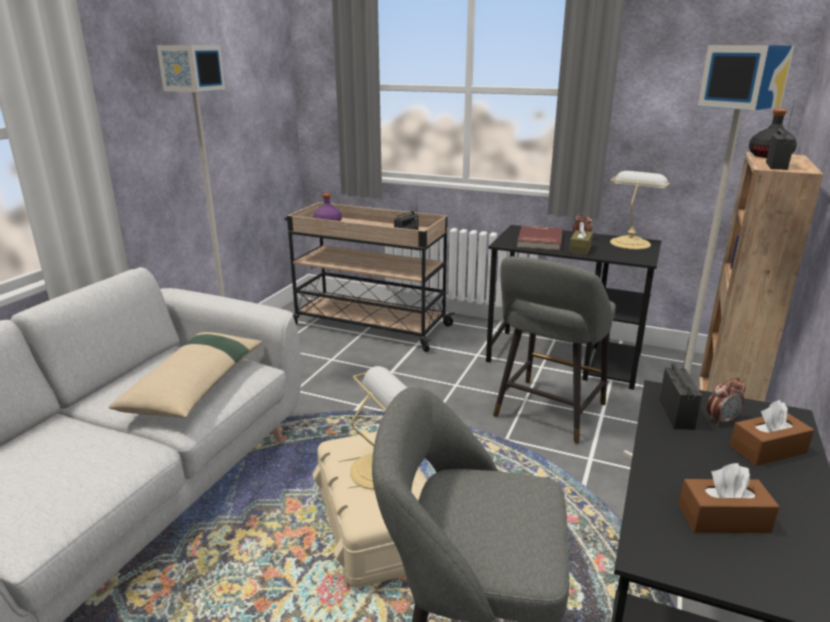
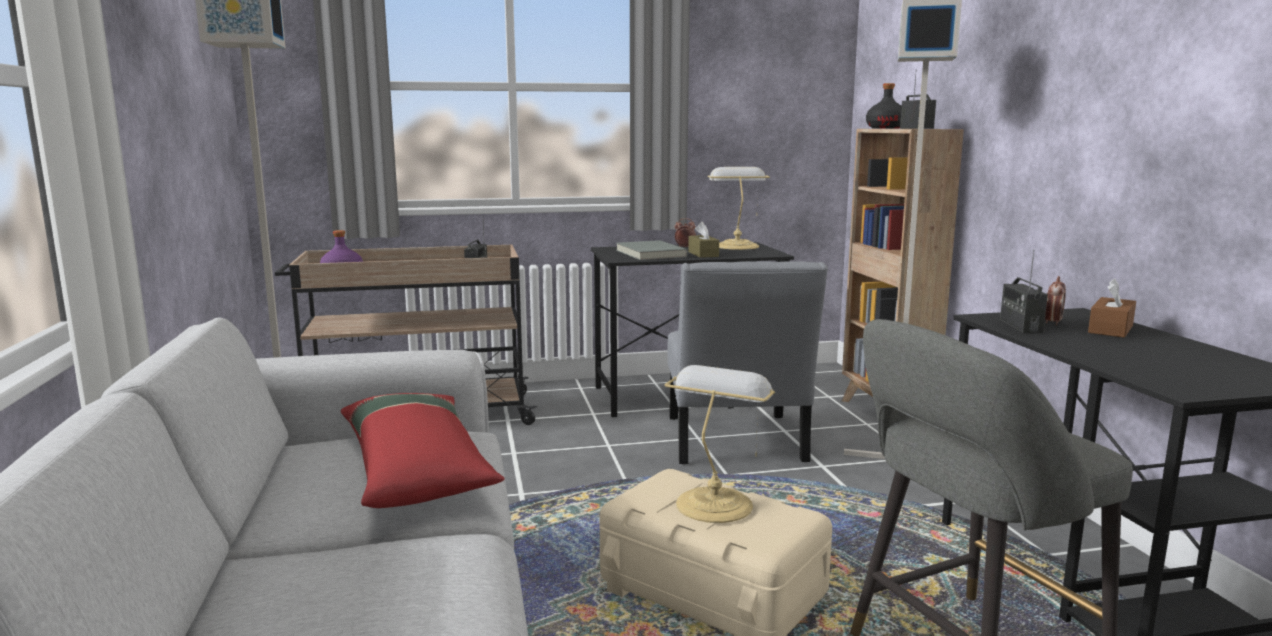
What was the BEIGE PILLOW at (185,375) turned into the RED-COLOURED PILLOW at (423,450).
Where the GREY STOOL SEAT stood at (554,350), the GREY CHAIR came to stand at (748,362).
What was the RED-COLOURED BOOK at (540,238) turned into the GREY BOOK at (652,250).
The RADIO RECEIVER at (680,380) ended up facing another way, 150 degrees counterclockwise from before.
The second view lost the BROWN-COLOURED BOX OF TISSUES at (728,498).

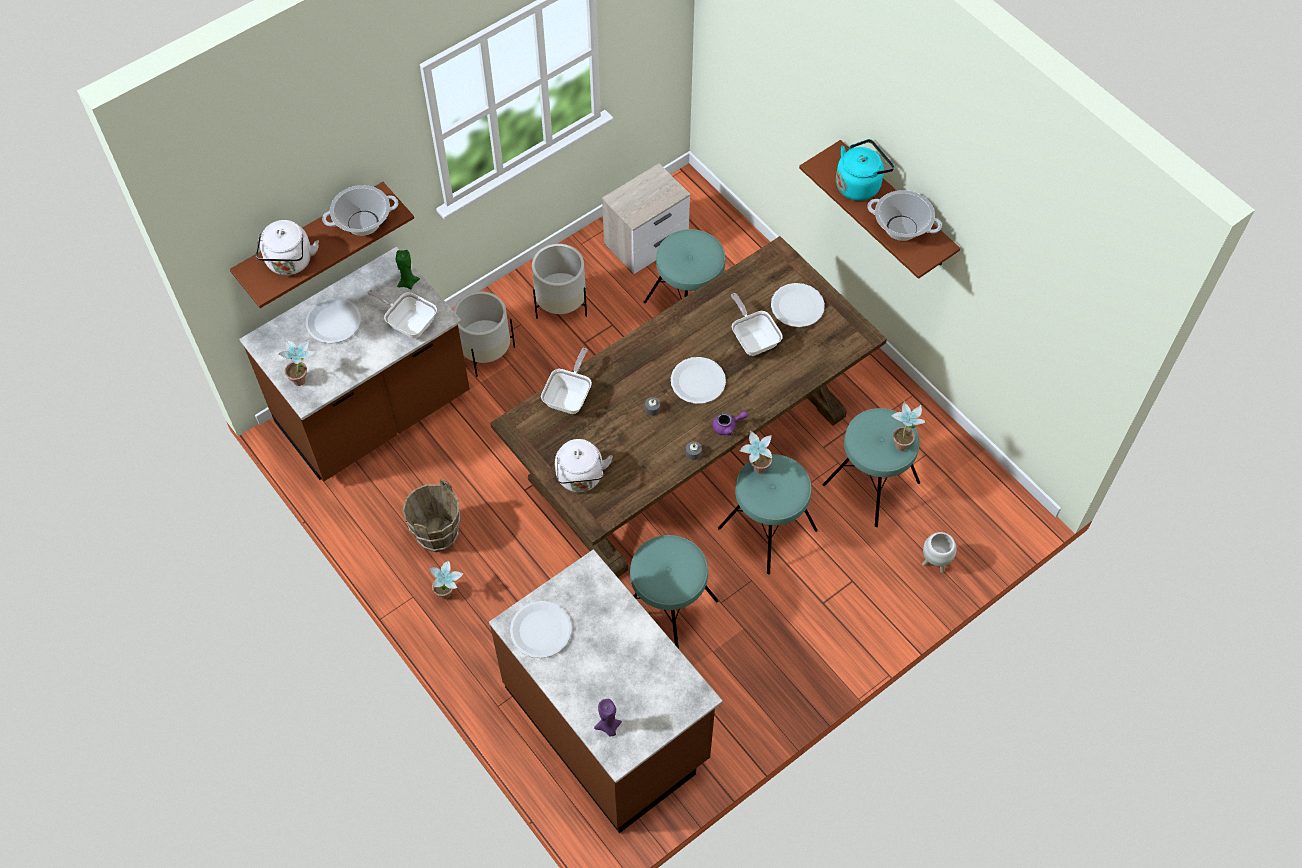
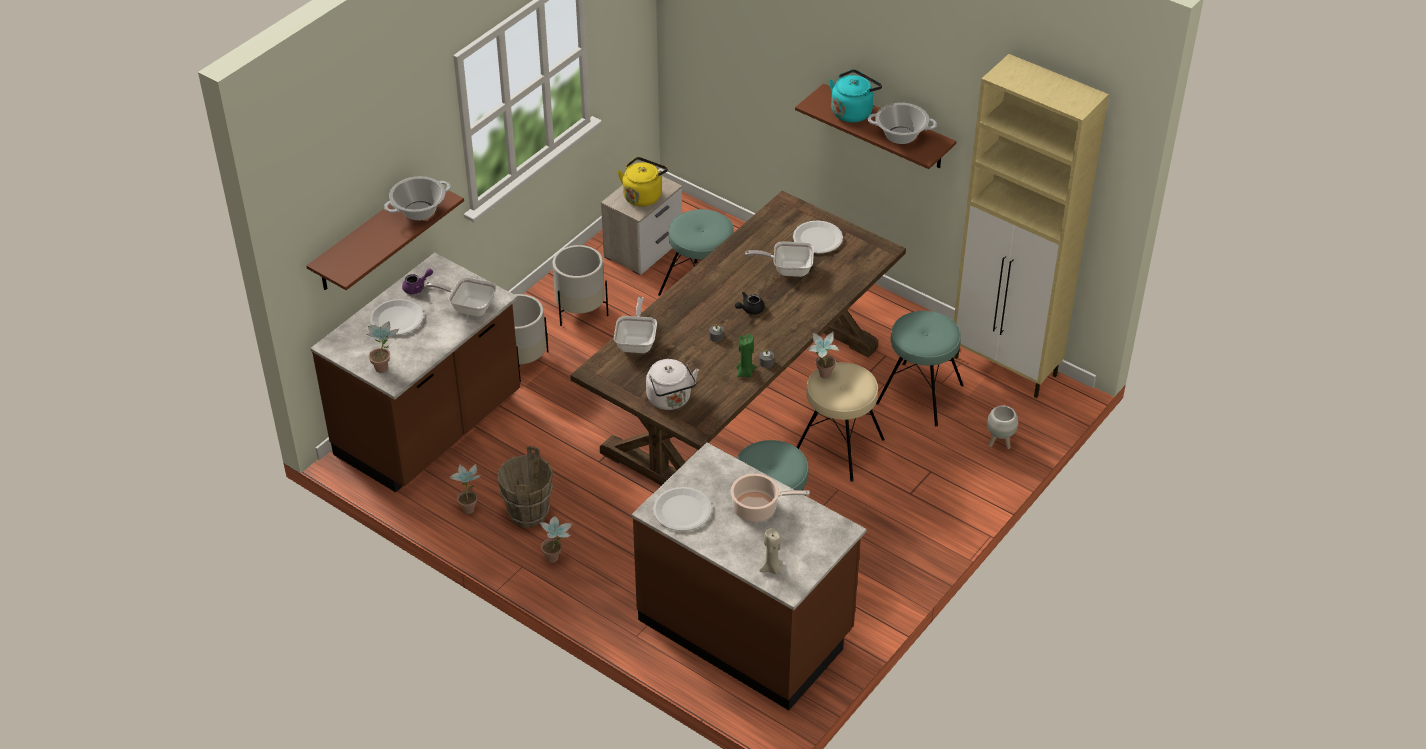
The second view lost the WHITE WATER KETTLE at (287,247).
The GREEN-COLOURED WAX CANDLE ended up elsewhere, having gone from (408,269) to (746,356).
What was the PURPLE-COLOURED WAX CANDLE at (608,718) turned into the BEIGE WAX CANDLE at (771,551).
Where the WHITE FLAT DISH stood at (698,380), the BLACK-COLOURED POT FOR TEA came to stand at (750,303).
The PURPLE-COLOURED POT FOR TEA ended up elsewhere, having gone from (730,423) to (417,281).
What was the TURQUOISE-COLOURED STOOL SEAT at (768,514) turned into the BEIGE STOOL SEAT at (841,422).
The FRYING PAN at (757,324) ended up facing another way, 45 degrees counterclockwise from before.
The PLANT IN A POT ended up elsewhere, having gone from (909,426) to (465,489).
The second view gained the YELLOW WATER KETTLE at (642,182).
The second view gained the COOKING POT at (770,498).
The second view gained the BEIGE CABINET at (1031,226).

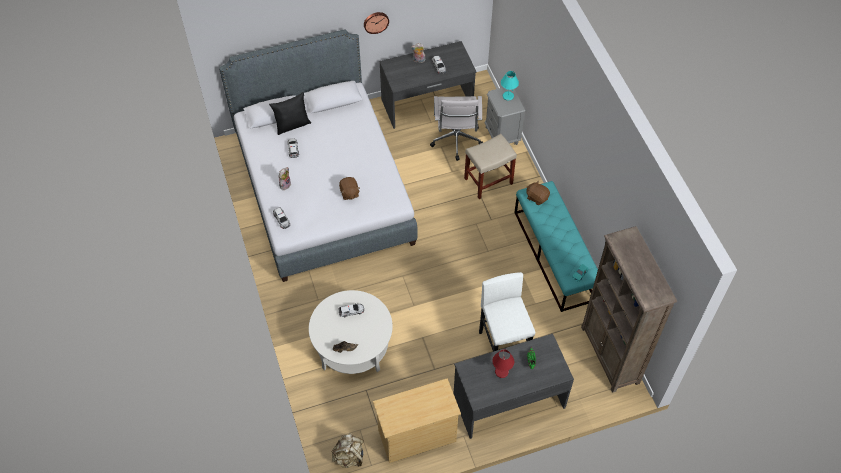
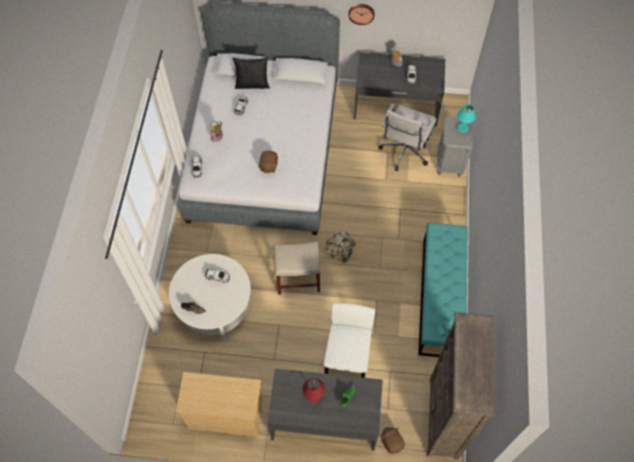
The BEIGE BACKPACK ended up elsewhere, having gone from (348,450) to (340,247).
The BEIGE STOOL SEAT ended up elsewhere, having gone from (490,166) to (297,268).
The BROWN-COLOURED CUDDLY TOY ended up elsewhere, having gone from (538,193) to (392,440).

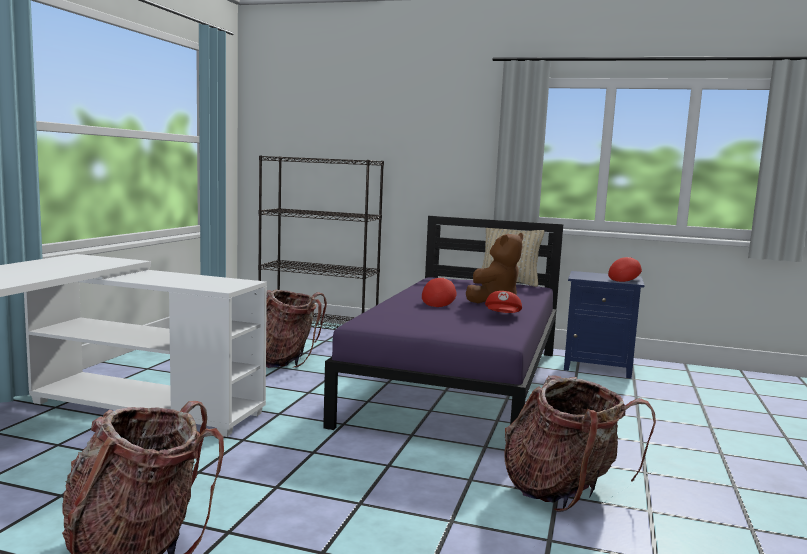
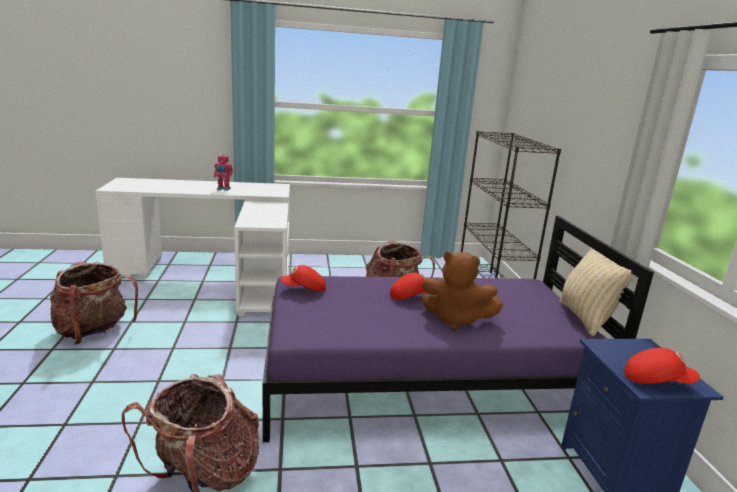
The RED-COLOURED BASEBALL CAP ended up elsewhere, having gone from (503,302) to (303,278).
The second view gained the MODEL ROBOT at (223,172).

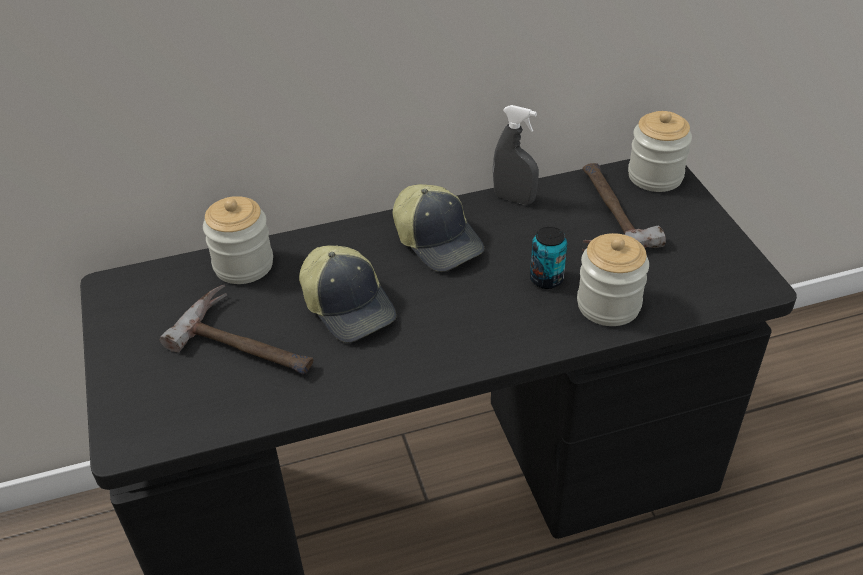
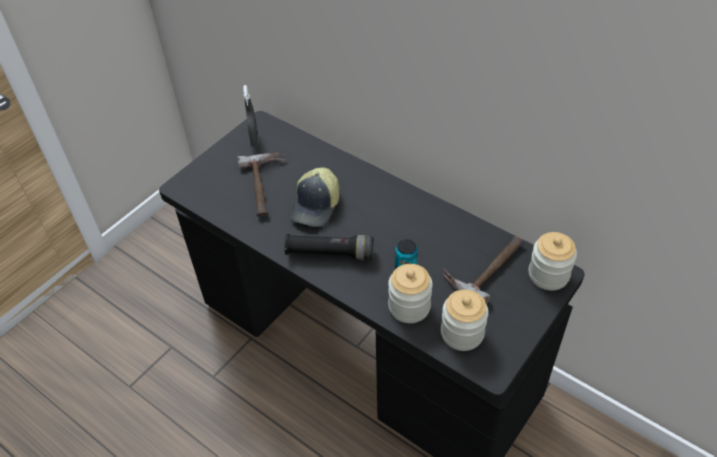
The JAR ended up elsewhere, having gone from (238,240) to (464,320).
The second view lost the BASEBALL CAP at (438,228).
The GREY SPRAY BOTTLE ended up elsewhere, having gone from (516,155) to (251,116).
The second view gained the BLACK-COLOURED FLASHLIGHT at (329,247).

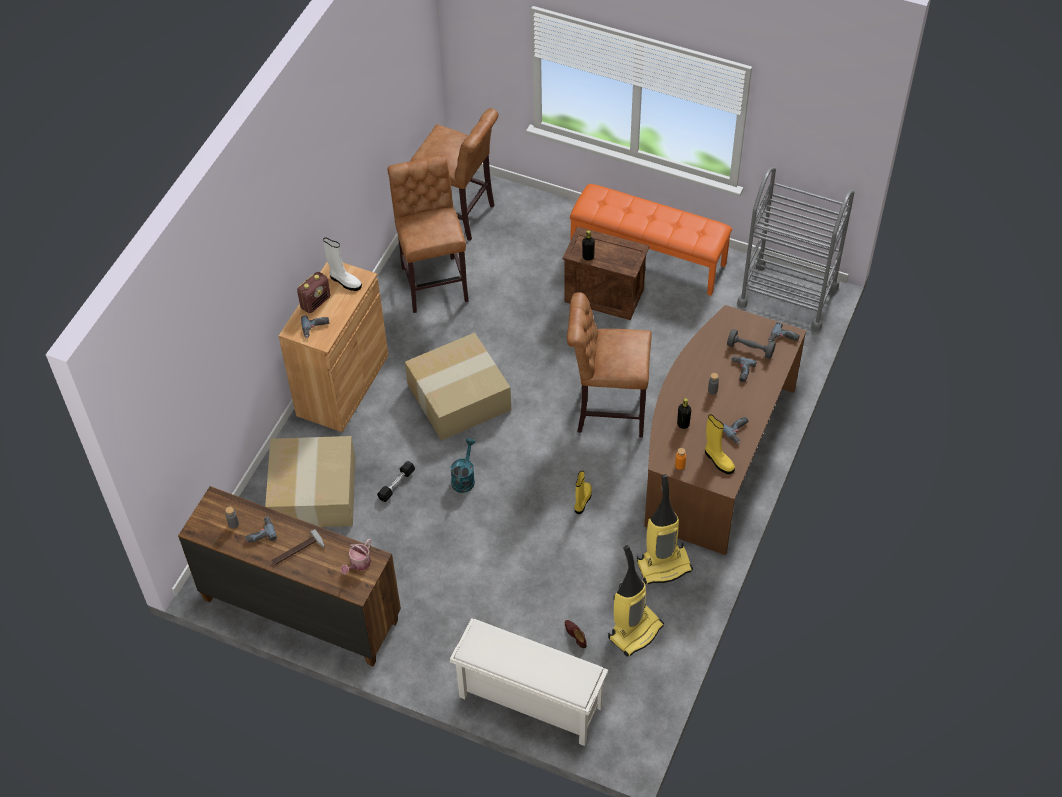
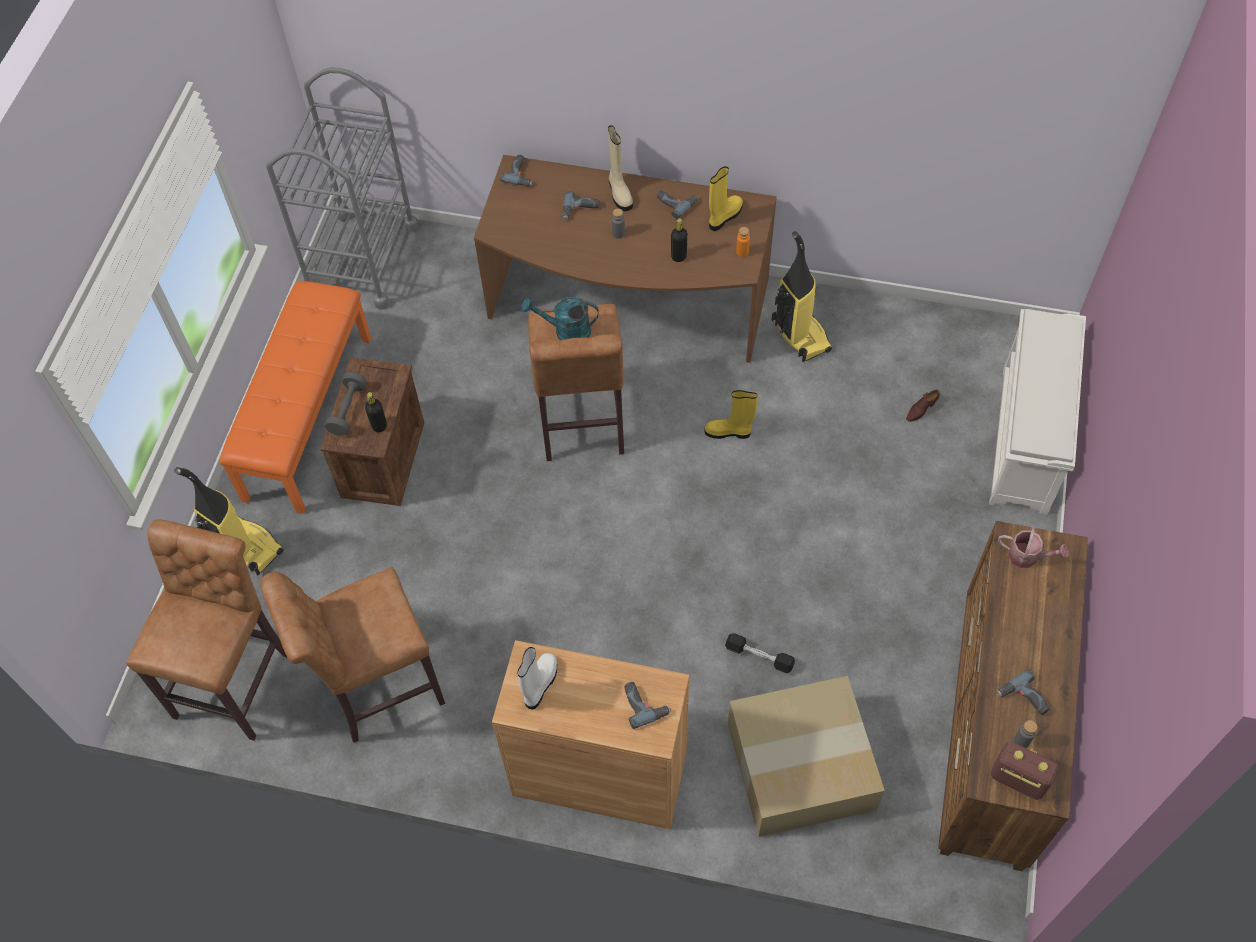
The second view lost the HAND HAMMER at (298,547).
The RADIO RECEIVER ended up elsewhere, having gone from (313,292) to (1024,771).
The second view lost the CARTON at (458,386).
The TURQUOISE-COLOURED SPRINKLING CAN ended up elsewhere, having gone from (463,465) to (560,318).
The HOOVER ended up elsewhere, having gone from (636,601) to (228,521).
The GREY HAND WEIGHT ended up elsewhere, having gone from (751,344) to (345,404).
The second view gained the BEIGE TALL BOOT at (620,168).

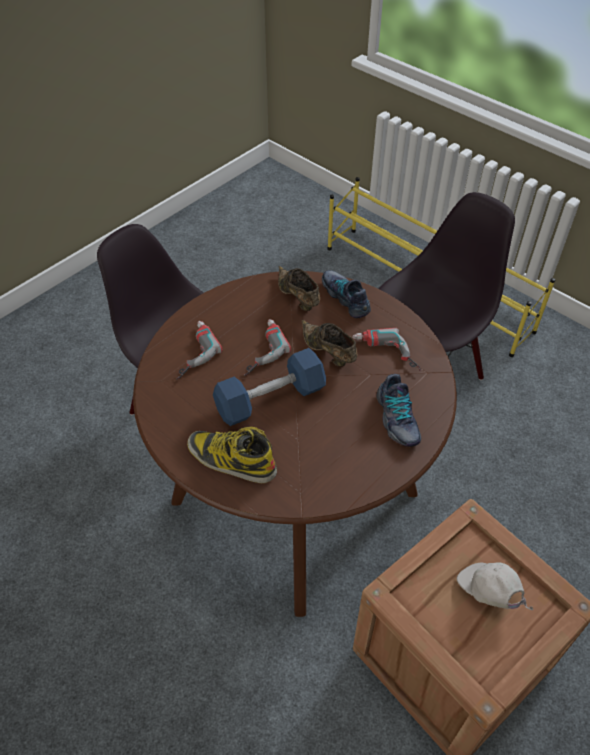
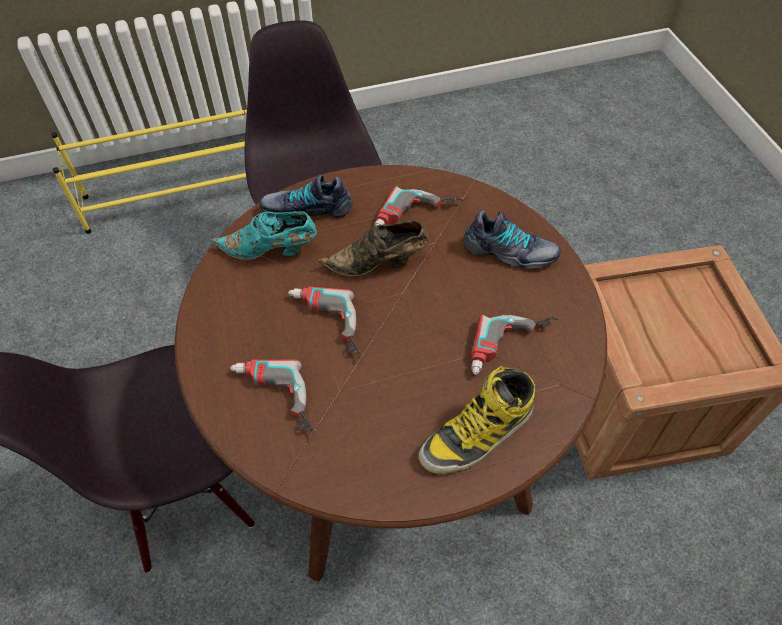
The second view lost the BLUE-COLOURED HAND WEIGHT at (269,387).
What was the BROWN-COLOURED ITEM OF FOOTWEAR at (299,288) turned into the TURQUOISE-COLOURED ITEM OF FOOTWEAR at (264,235).
The second view lost the WHITE BASEBALL CAP at (495,586).
The second view gained the POWER DRILL at (515,345).

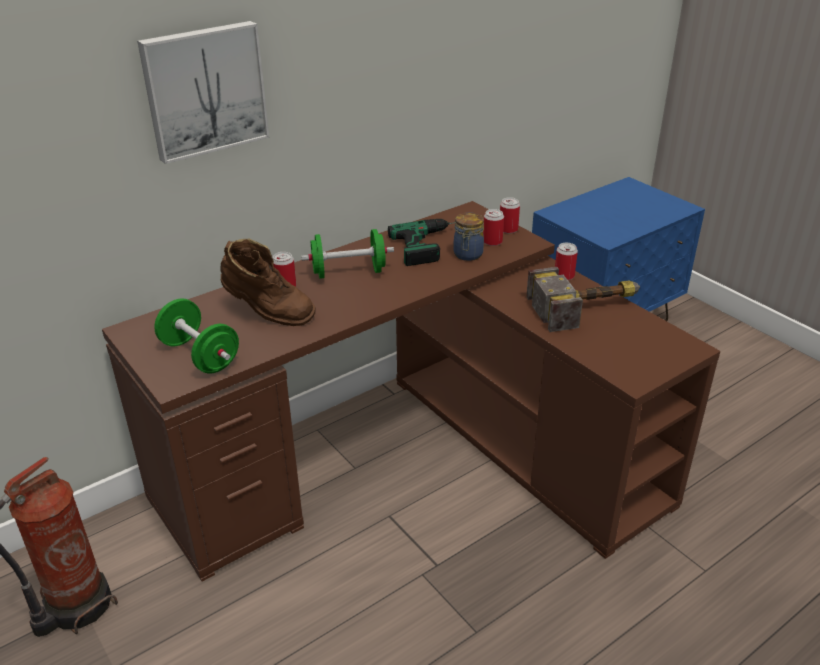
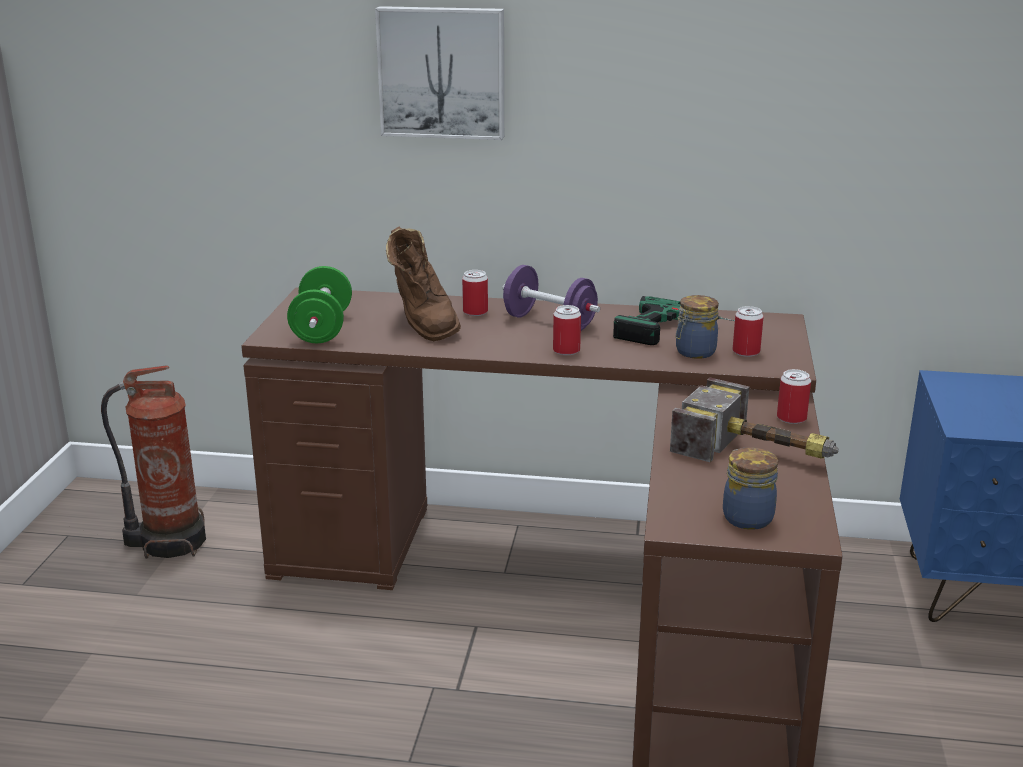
What was the GREEN-COLOURED HAND WEIGHT at (347,254) turned into the PURPLE-COLOURED HAND WEIGHT at (551,298).
The METAL CAN ended up elsewhere, having gone from (510,215) to (567,330).
The second view gained the JAR at (750,488).

